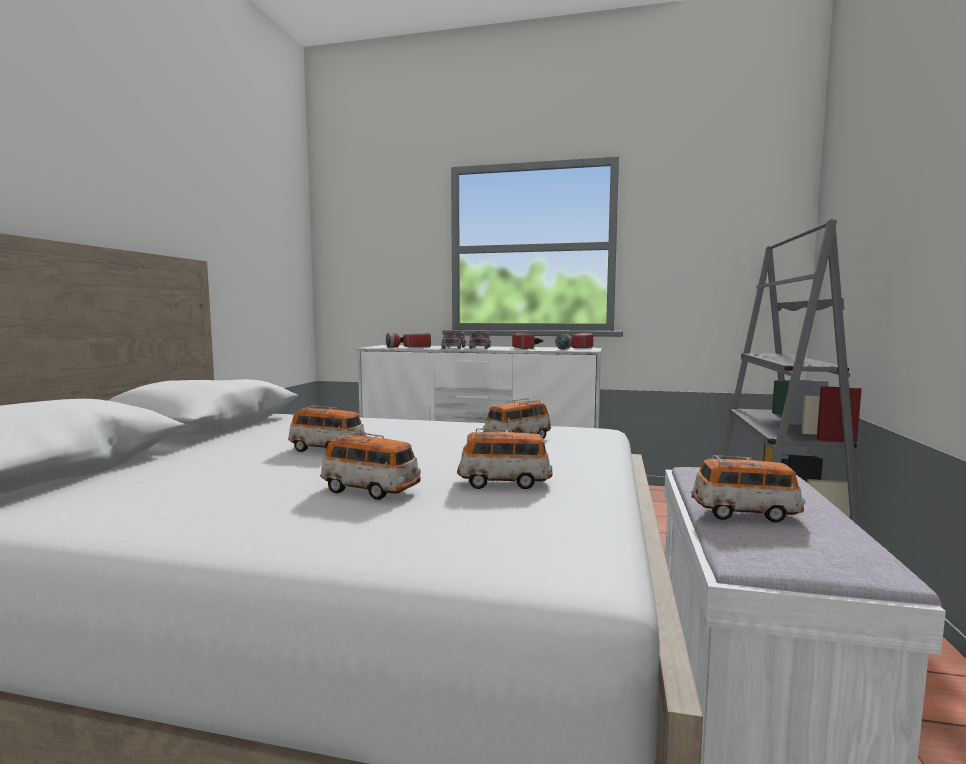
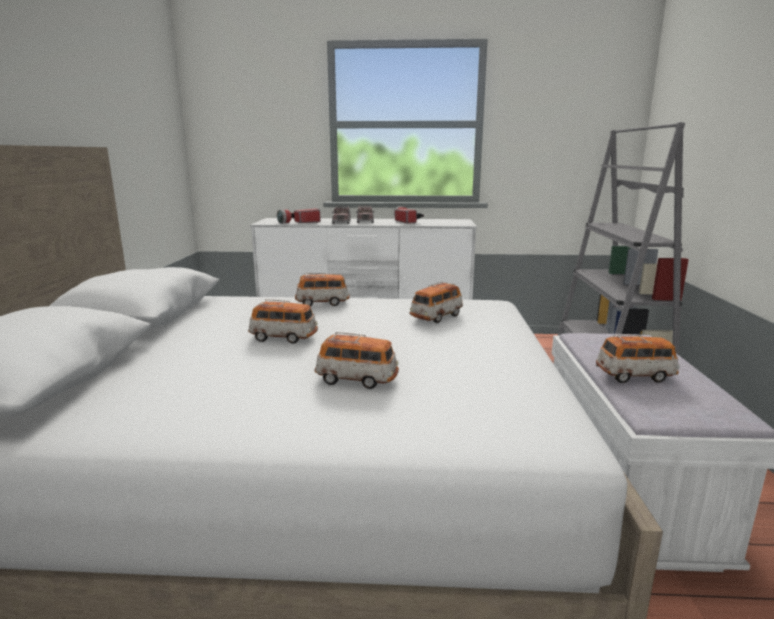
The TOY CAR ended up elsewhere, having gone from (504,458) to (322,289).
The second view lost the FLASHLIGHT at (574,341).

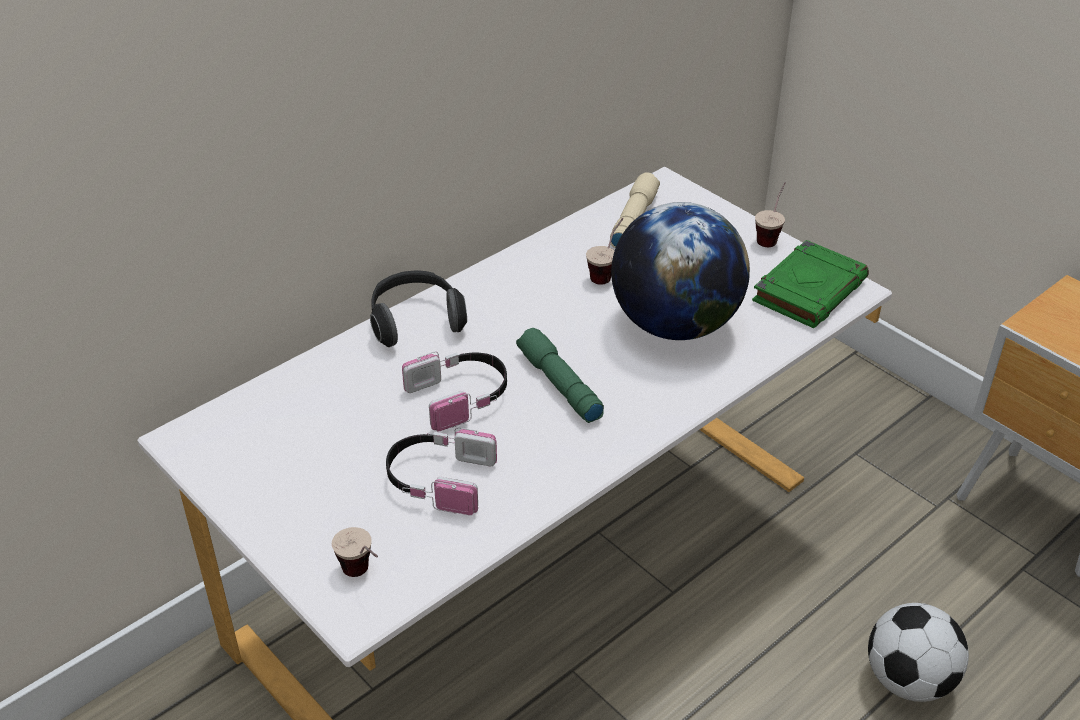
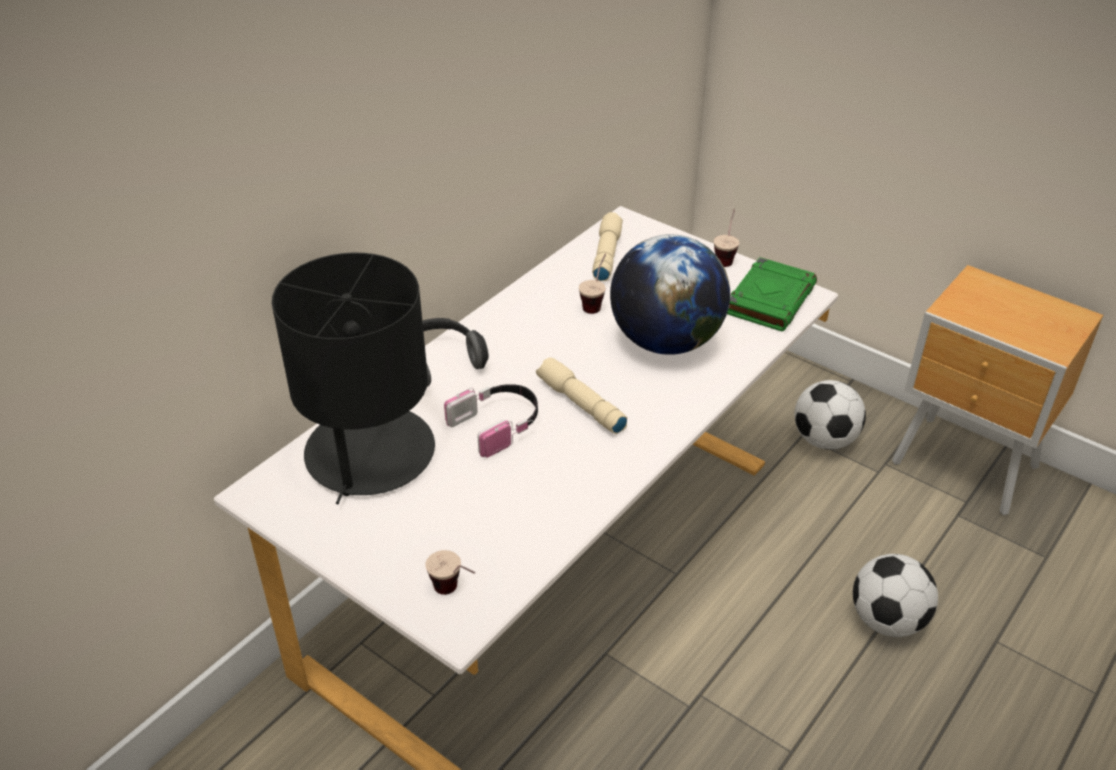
The second view lost the HEADSET at (441,471).
What was the GREEN-COLOURED FLASHLIGHT at (560,375) turned into the BEIGE FLASHLIGHT at (581,395).
The second view gained the BLACK-COLOURED TABLE LAMP at (353,379).
The second view gained the FOOTBALL at (830,415).

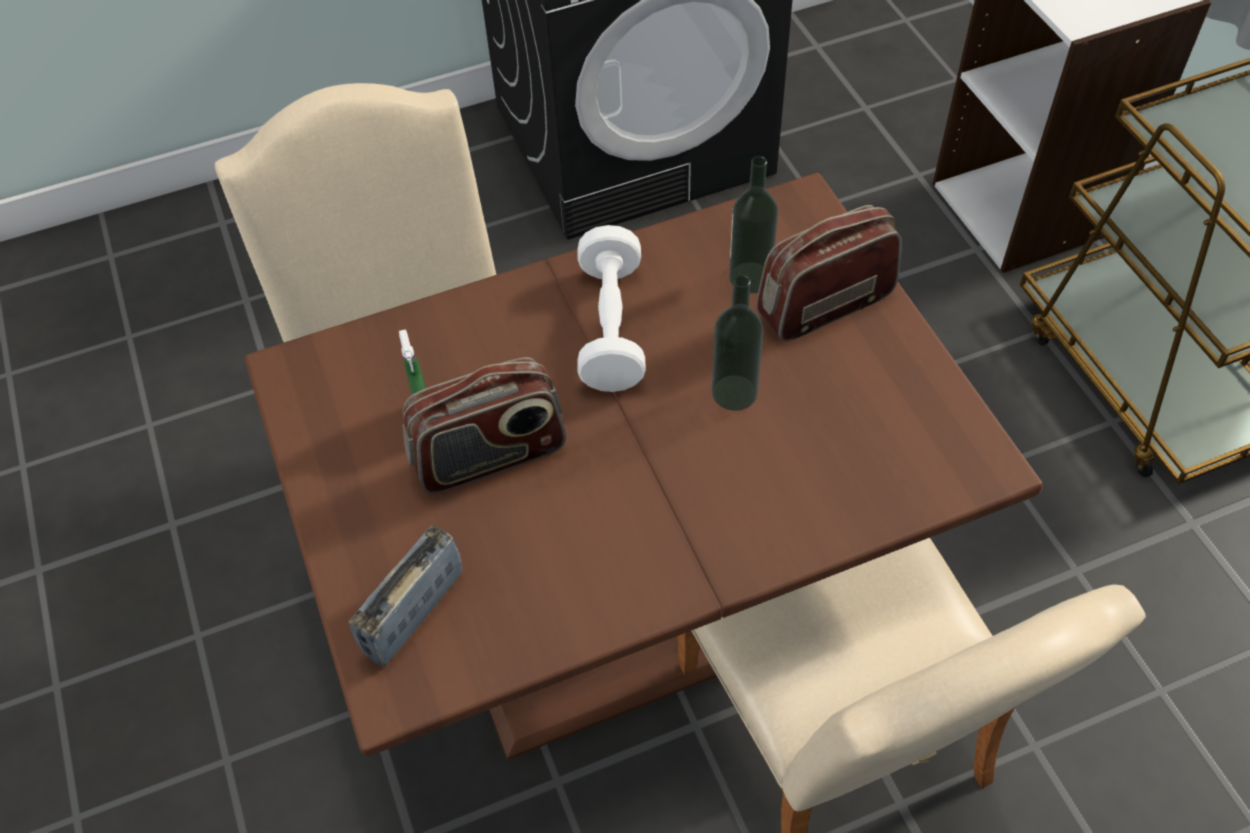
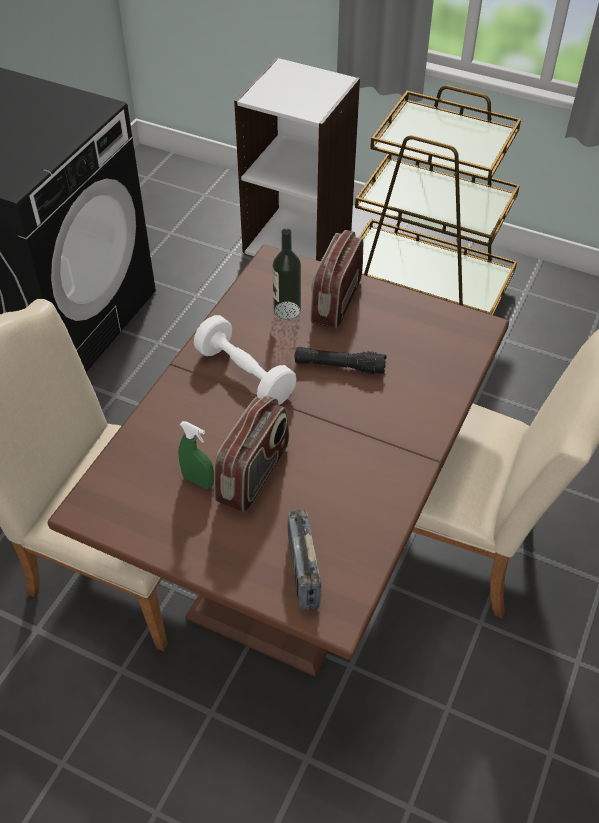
Where the BOTTLE stood at (737,343), the BLACK-COLOURED FLASHLIGHT came to stand at (341,360).

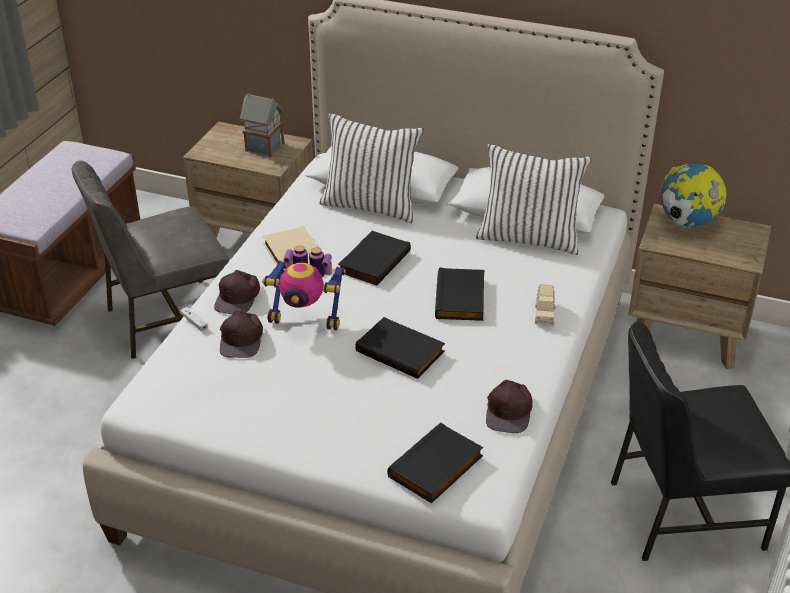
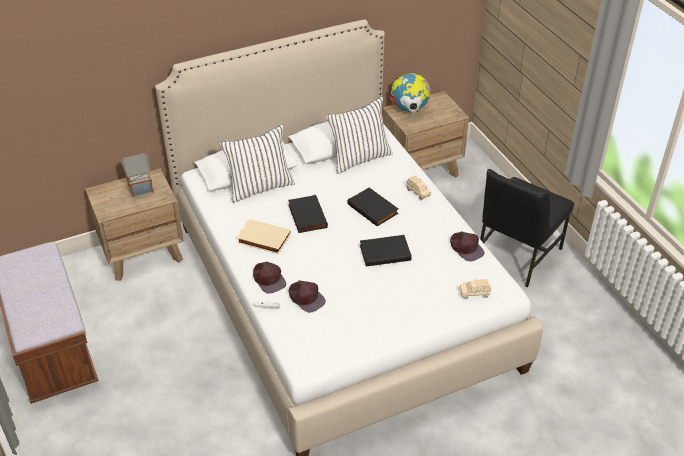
The second view lost the GREY CHAIR at (150,260).
The second view lost the MODEL ROBOT at (304,288).
Where the BLACK-COLOURED BOOK stood at (435,463), the BEIGE TOY CAR came to stand at (475,289).

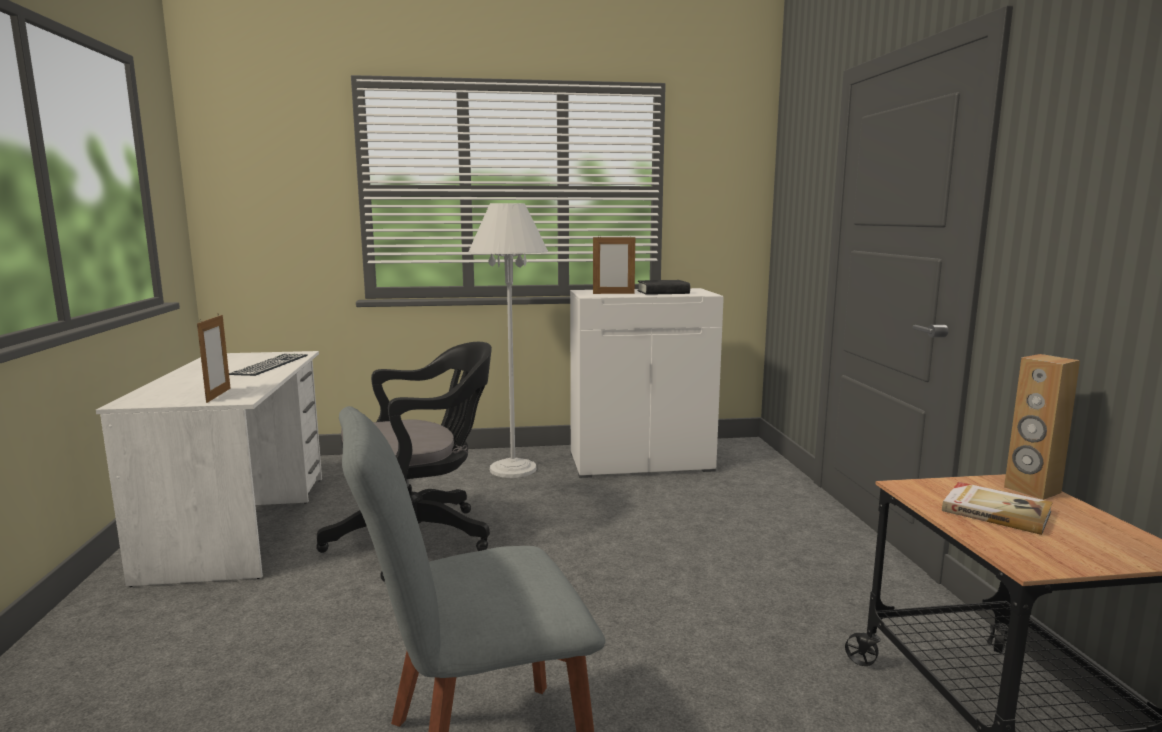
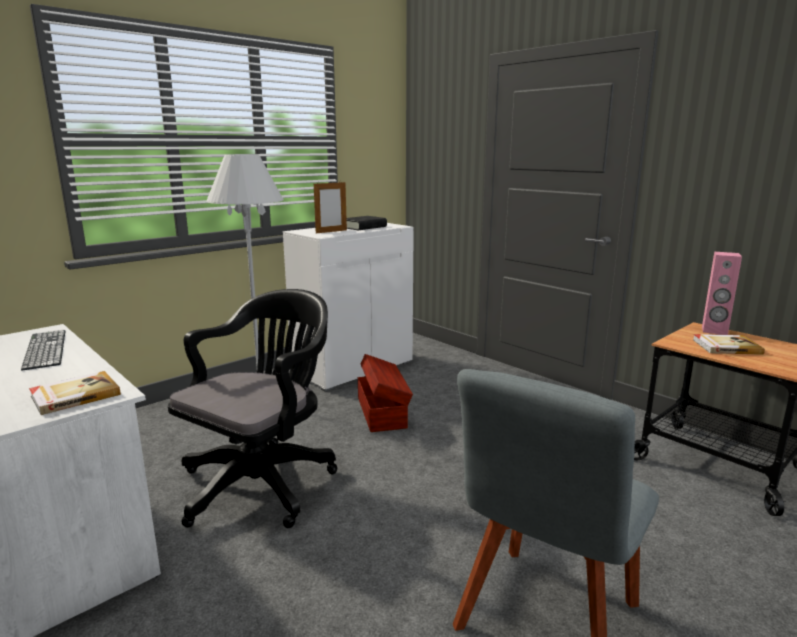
Where the STANDING FRAME stood at (214,358), the BOOK came to stand at (75,393).
What was the BROWN-COLOURED AUDIO SPEAKER at (1042,427) turned into the PINK AUDIO SPEAKER at (722,293).
The second view gained the BROWN-COLOURED STORAGE BIN at (385,393).

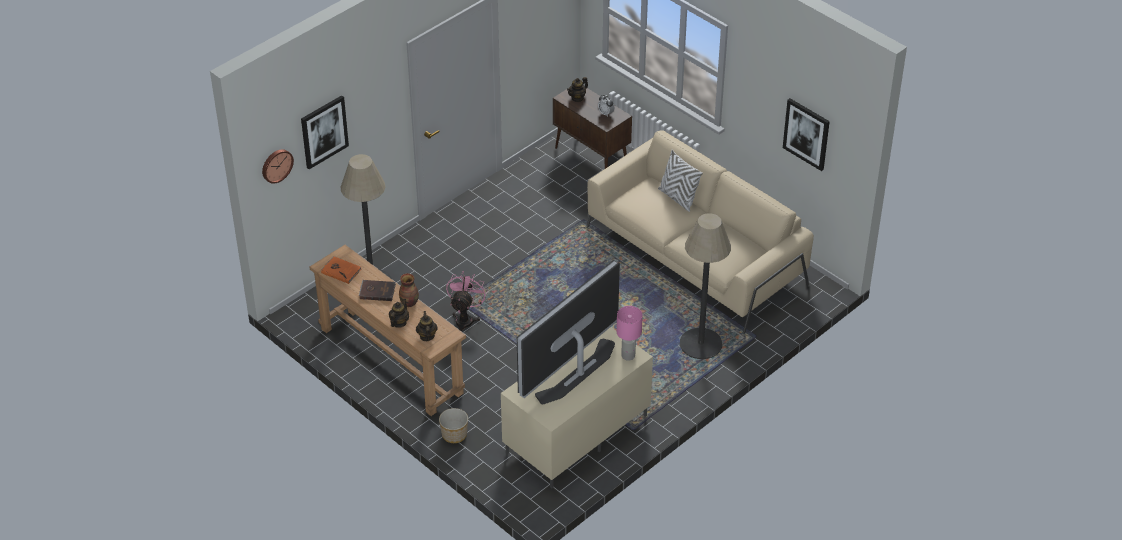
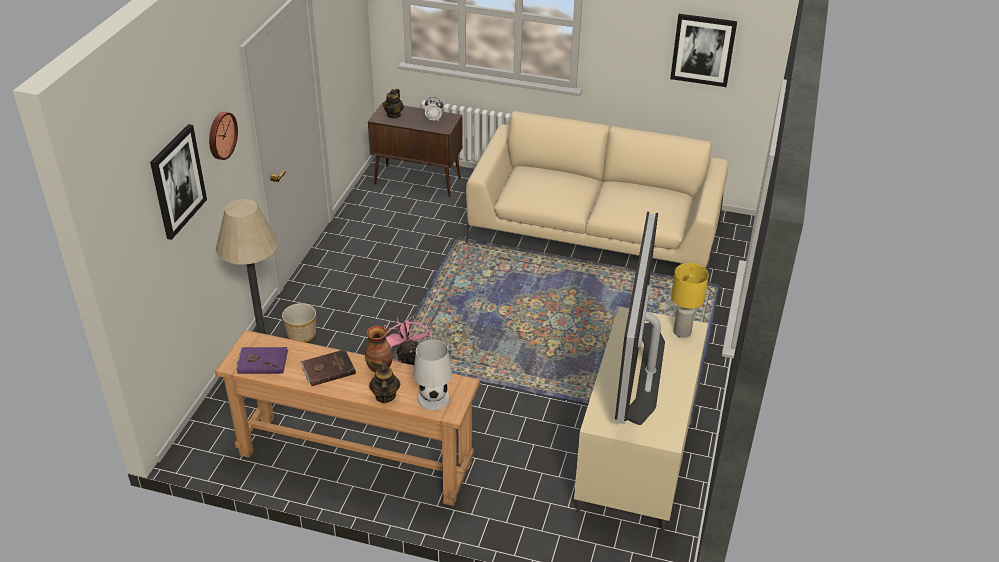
The CLOCK ON THE WALL ended up elsewhere, having gone from (278,166) to (223,136).
What was the ORANGE BOOK at (341,270) turned into the PURPLE-COLOURED BOOK at (262,360).
Where the POT FOR TEA stood at (427,326), the WHITE TABLE LAMP came to stand at (432,374).
The PLANTER ended up elsewhere, having gone from (453,425) to (299,323).
What was the PINK TABLE LAMP at (630,333) turned into the YELLOW TABLE LAMP at (690,300).
The second view lost the WHITE PILLOW at (680,181).
The second view lost the STANDING LAMP at (705,286).

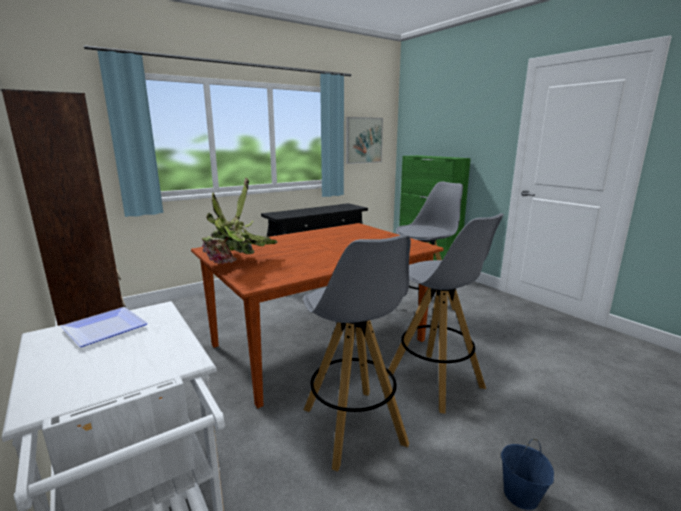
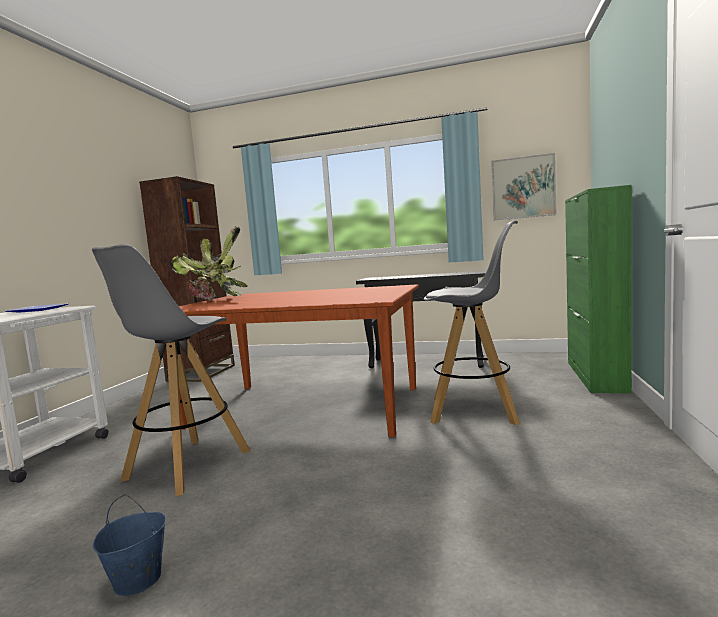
The second view lost the GREY STOOL SEAT at (445,313).

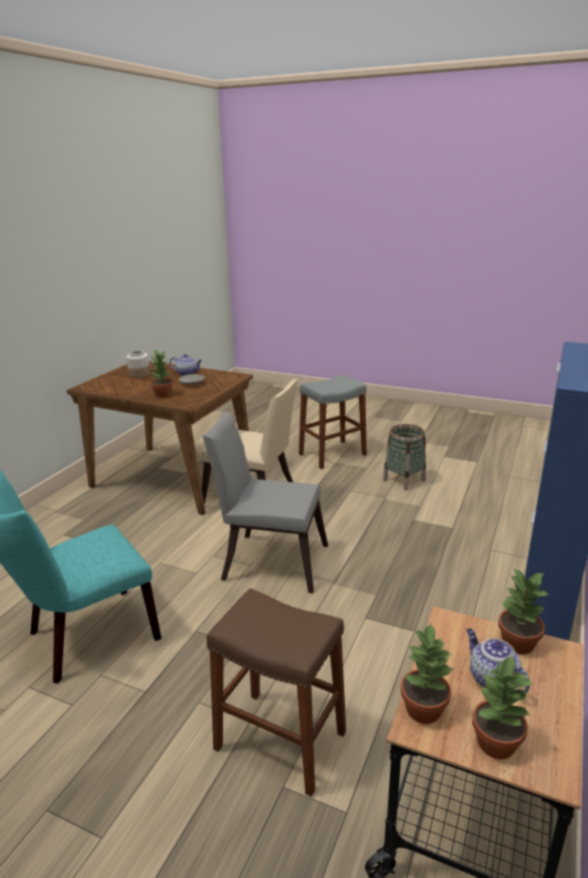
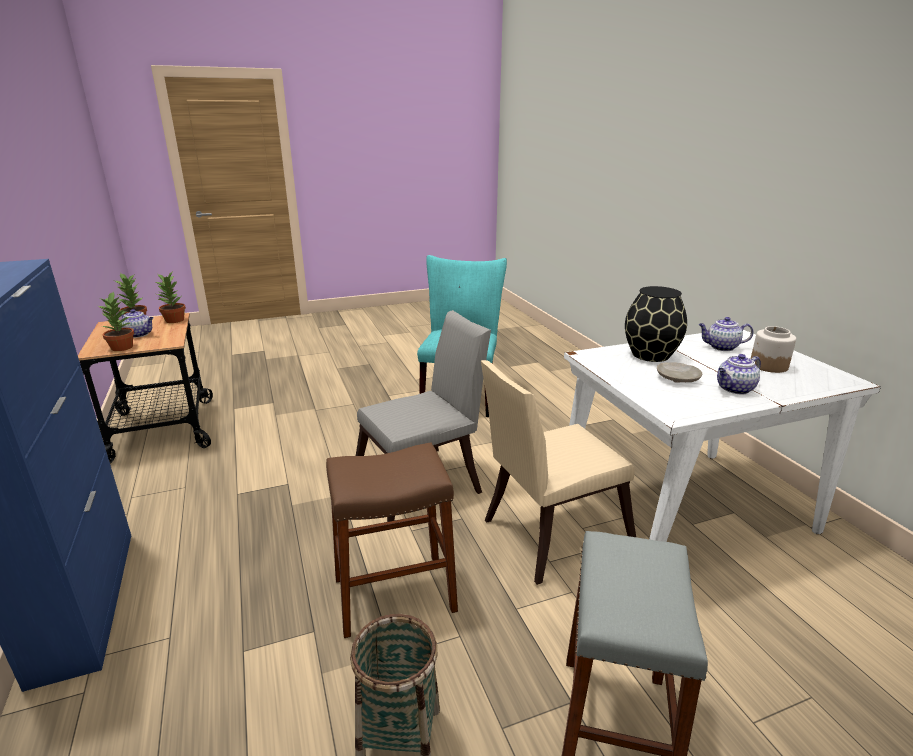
What was the BROWN-COLOURED DINNER TABLE at (160,438) turned into the WHITE DINNER TABLE at (722,436).
Where the PLANT IN A POT stood at (161,373), the BLACK-COLOURED FLOWER VASE came to stand at (656,324).
The BROWN-COLOURED STOOL SEAT ended up elsewhere, having gone from (276,692) to (392,540).
The second view gained the POT FOR TEA at (726,334).

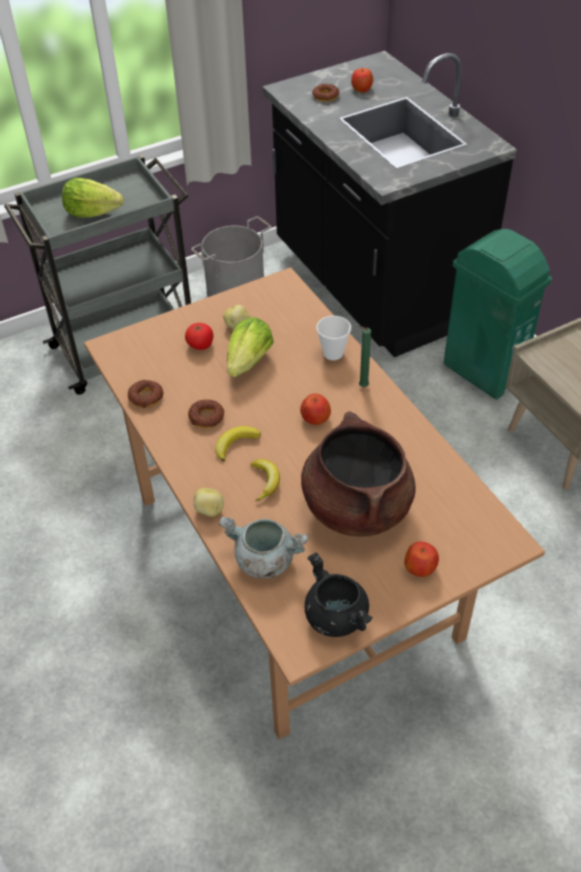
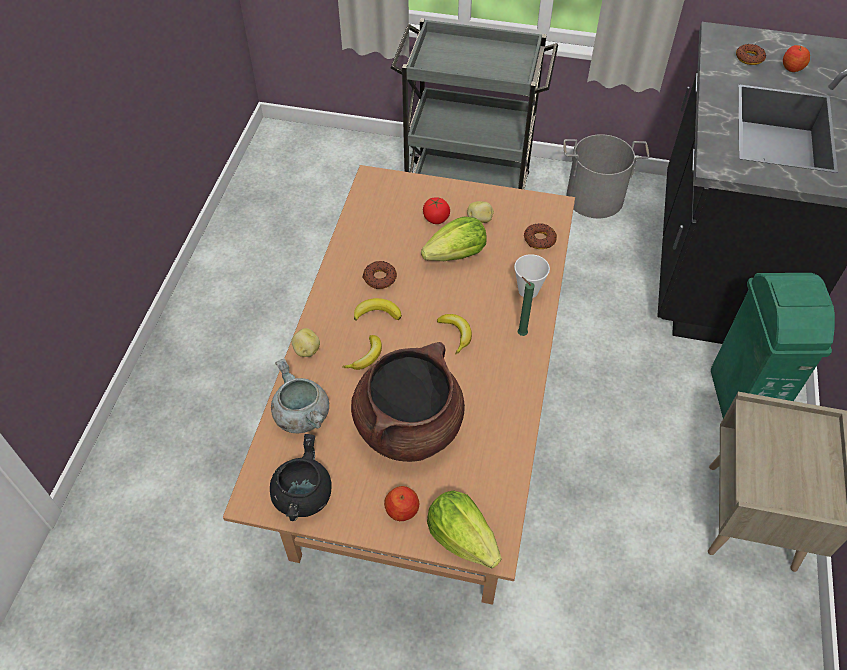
The HEAD OF LETTUCE ended up elsewhere, having gone from (93,197) to (464,529).
The DONUT ended up elsewhere, having gone from (145,394) to (540,236).
Where the WHOLE APPLE stood at (315,409), the BANANA FRUIT came to stand at (454,334).

